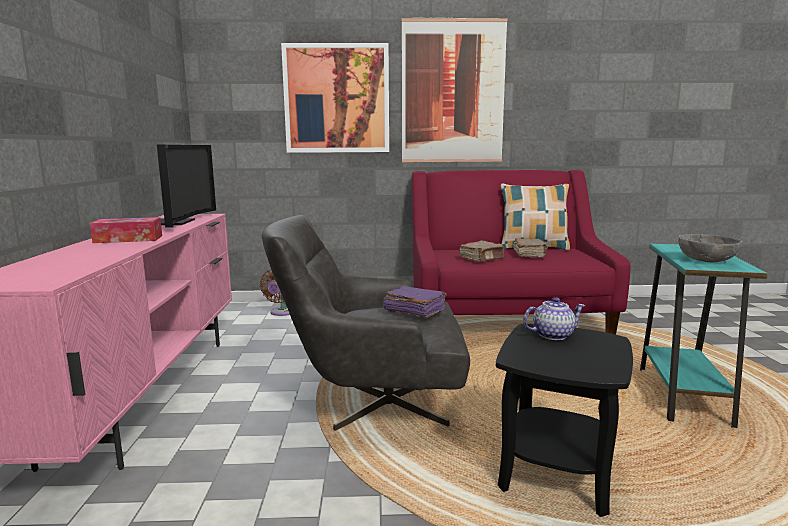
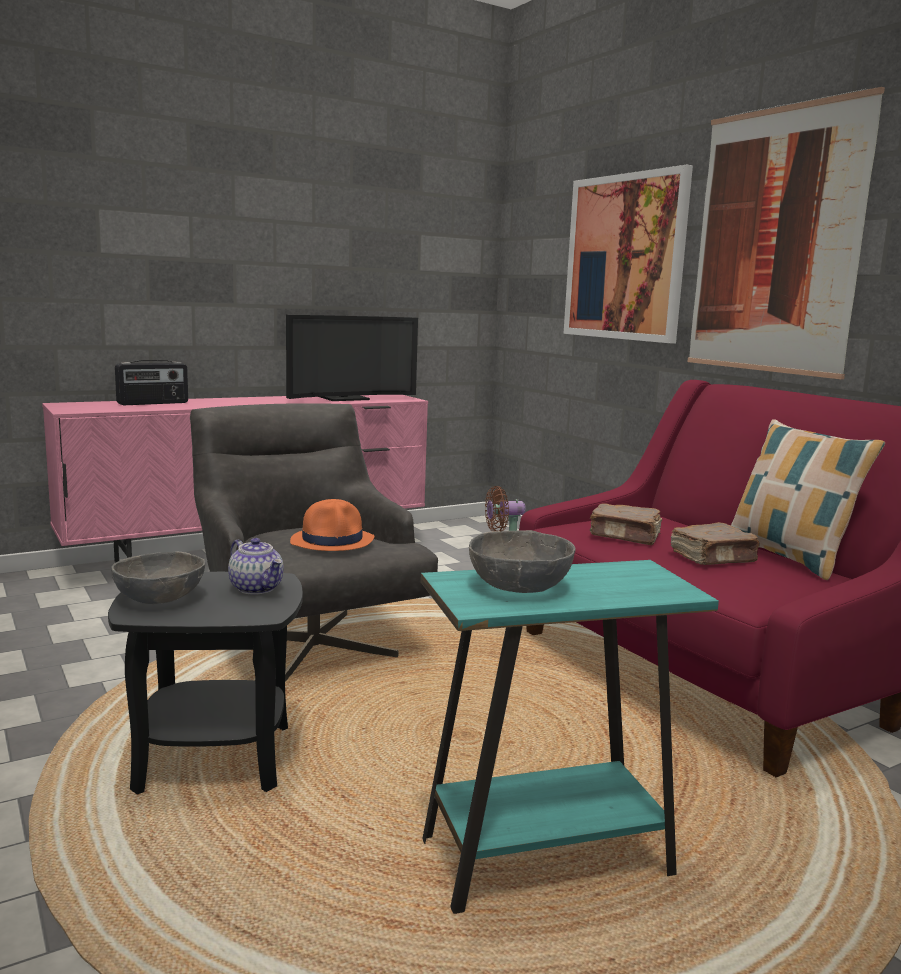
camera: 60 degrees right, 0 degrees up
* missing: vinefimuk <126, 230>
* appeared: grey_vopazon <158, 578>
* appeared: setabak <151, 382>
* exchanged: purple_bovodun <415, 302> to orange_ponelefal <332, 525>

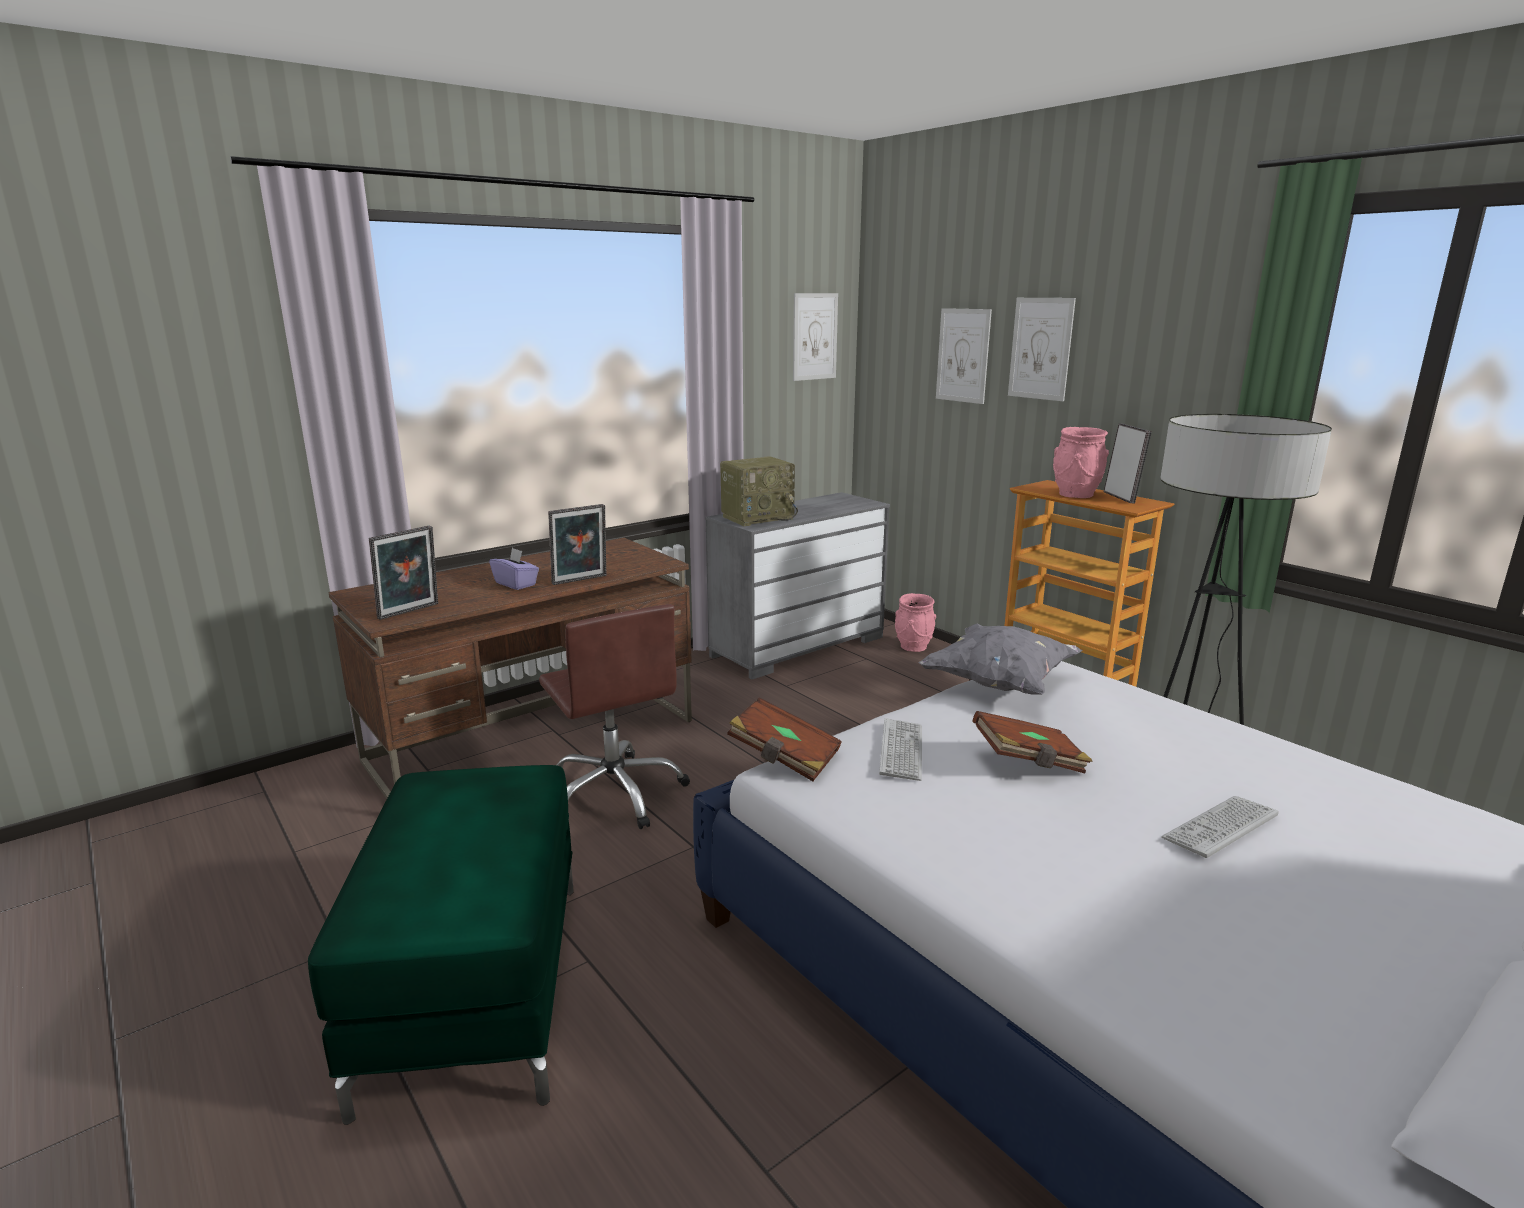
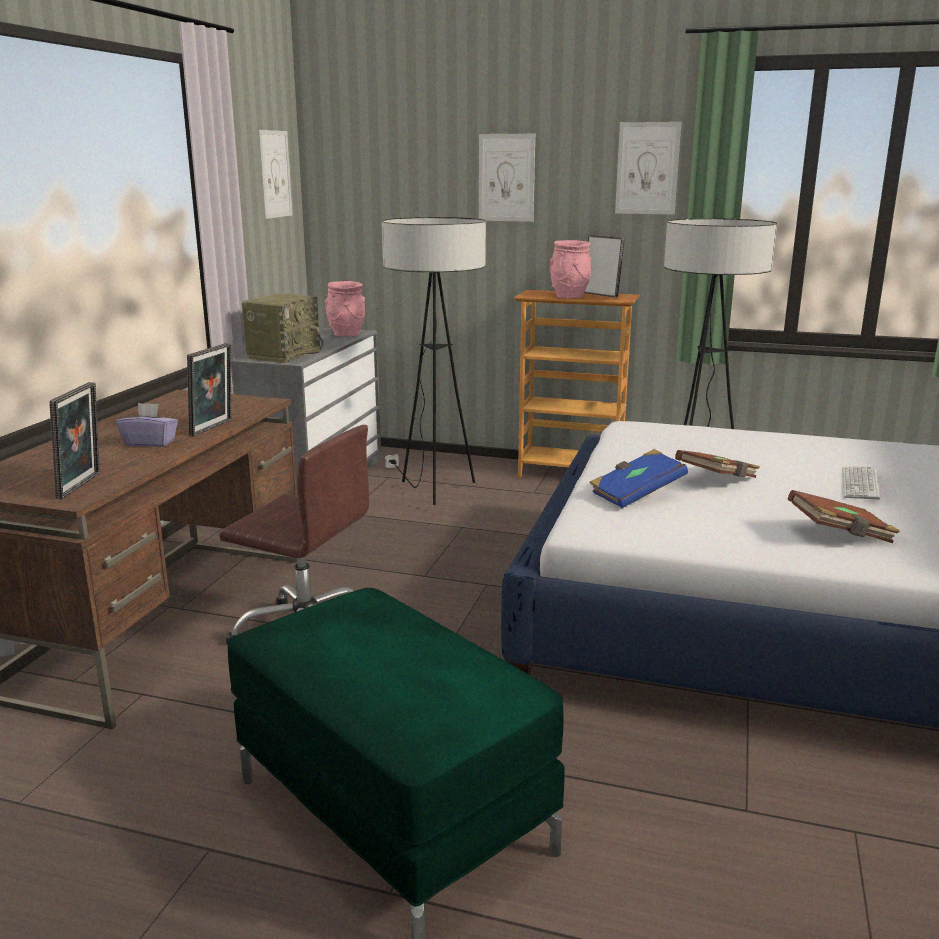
camera: 35 degrees left, 0 degrees up
* missing: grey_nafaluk <1000, 659>
* appeared: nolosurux <434, 361>
* relocated: brown_bovodun <784, 739> to <844, 516>
* relocated: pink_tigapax <915, 622> to <345, 309>
* relocated: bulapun <964, 356> to <648, 168>
* exchanged: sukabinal <900, 749> to blue_bovodun <638, 478>

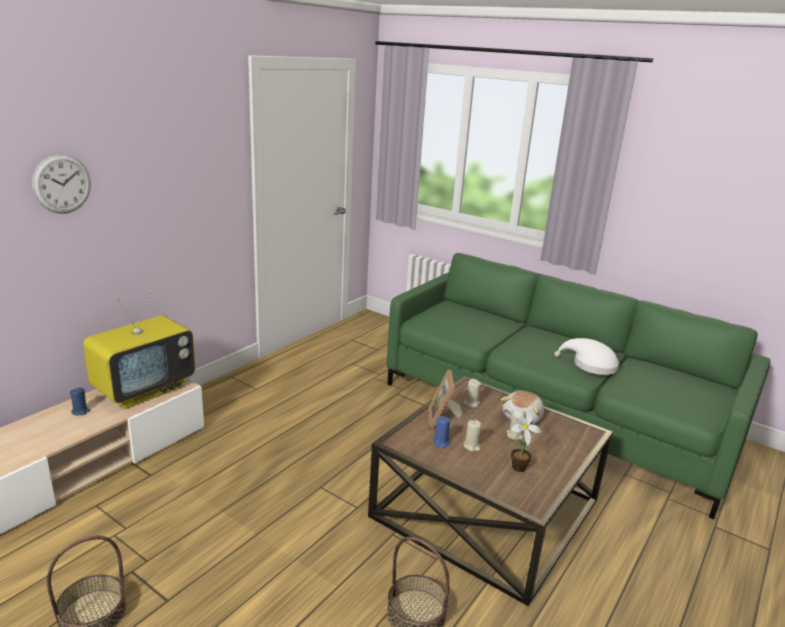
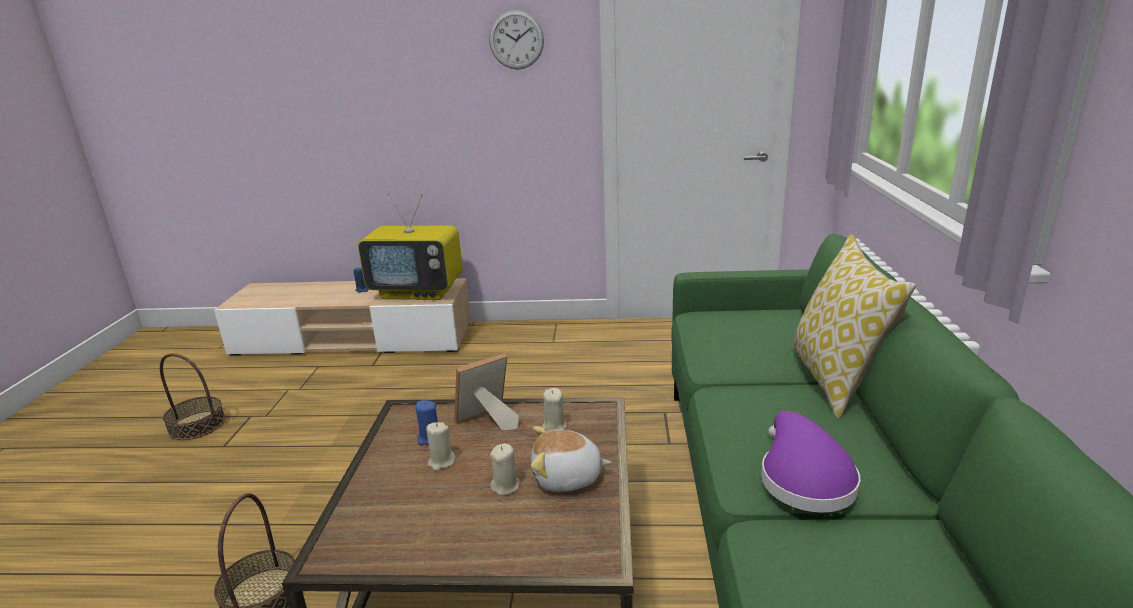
camera: 60 degrees right, 0 degrees up
* missing: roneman <526, 441>
* appeared: nafaluk <854, 326>
* relocated: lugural <61, 184> to <516, 40>
* colour: white_ponelefal <586, 356> to purple_ponelefal <810, 462>

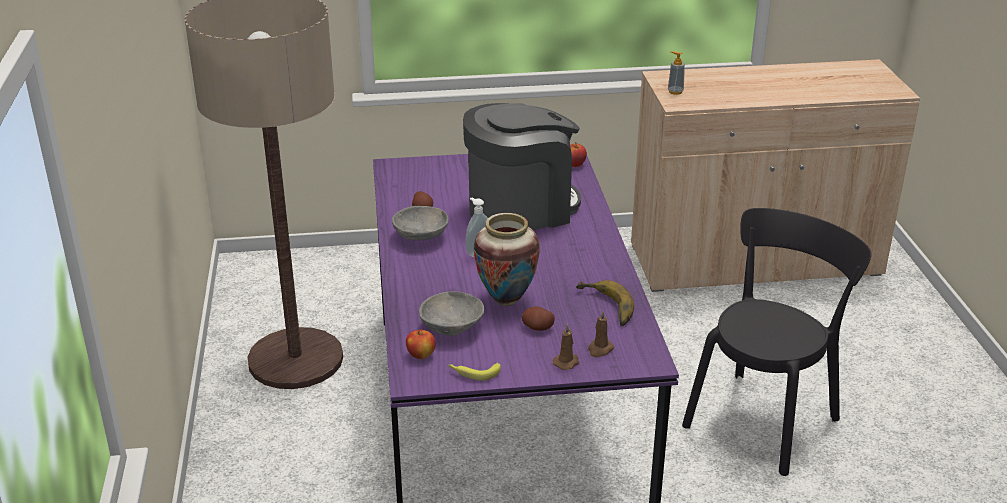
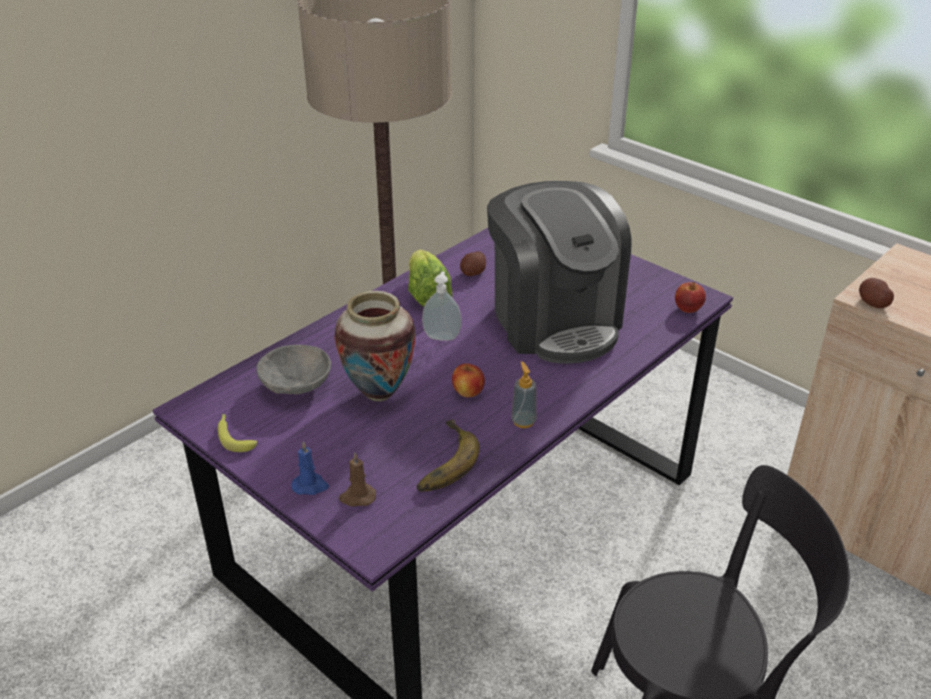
camera: 50 degrees right, 5 degrees up
* relocated: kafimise <421, 344> to <468, 380>
* relocated: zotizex <538, 318> to <876, 293>
* relocated: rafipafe <676, 73> to <524, 395>
* exchanged: grey_vopazon <420, 223> to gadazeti <430, 278>
* colour: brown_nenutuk <566, 347> to blue_nenutuk <310, 468>
* spun: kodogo <522, 166> = <559, 272> 45 degrees clockwise

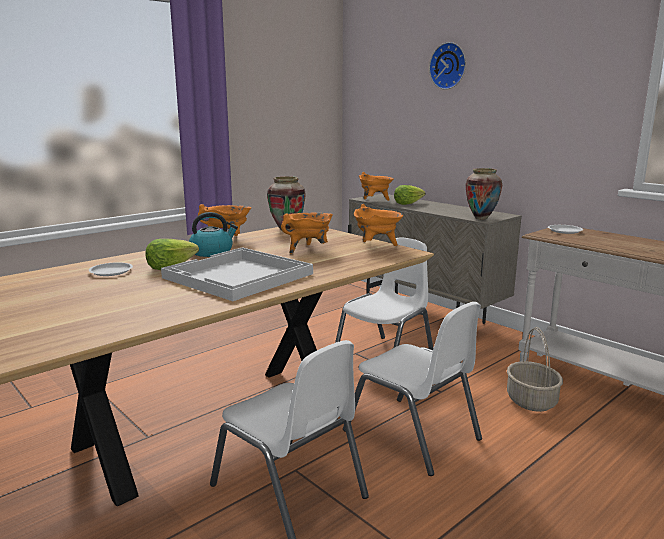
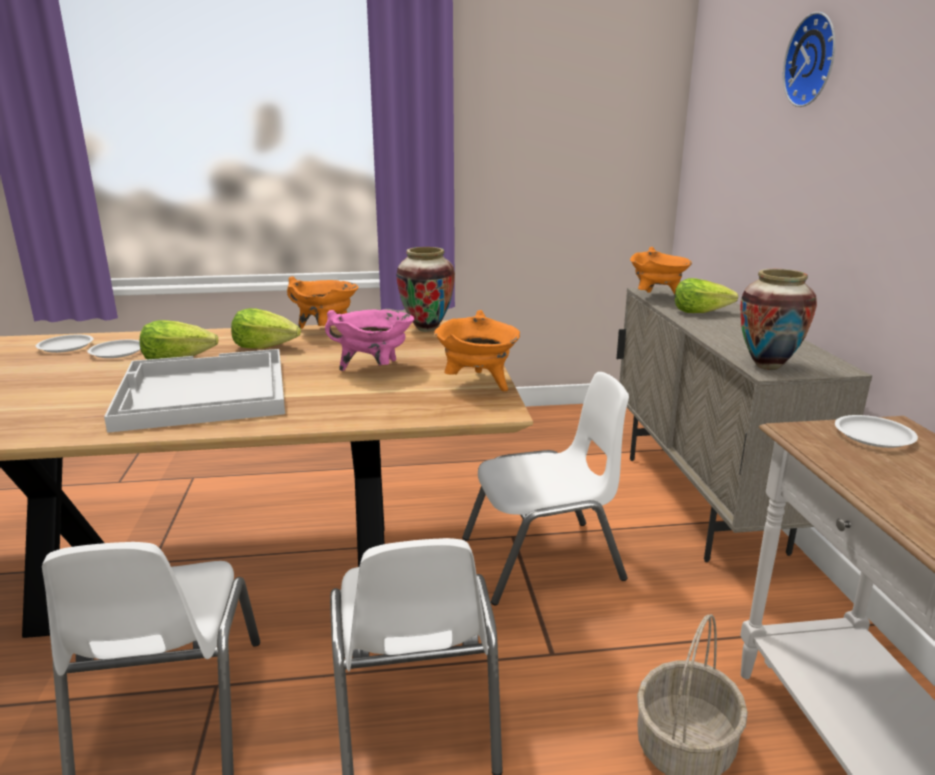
camera: 35 degrees right, 5 degrees up
* appeared: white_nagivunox <64, 344>
* exchanged: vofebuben <213, 234> to gadazeti <266, 328>
* colour: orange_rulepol <307, 233> to pink_rulepol <369, 340>

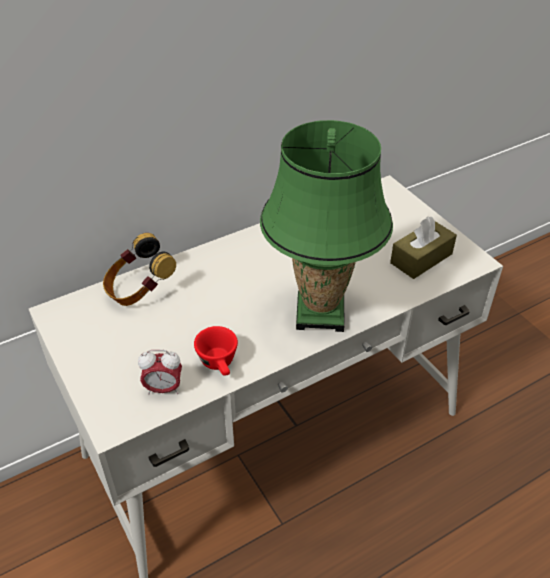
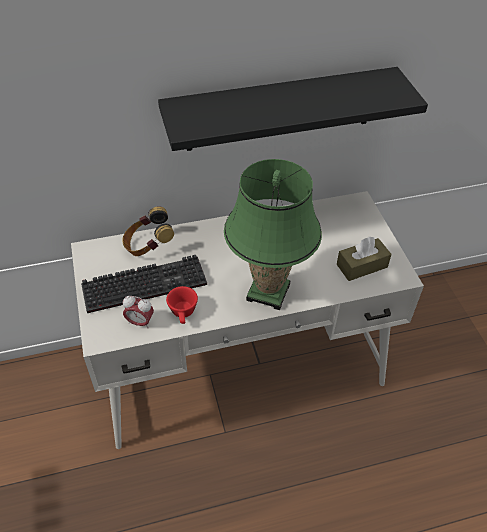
camera: 15 degrees right, 5 degrees up
* appeared: sukabinal <144, 284>
* appeared: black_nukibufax <293, 109>

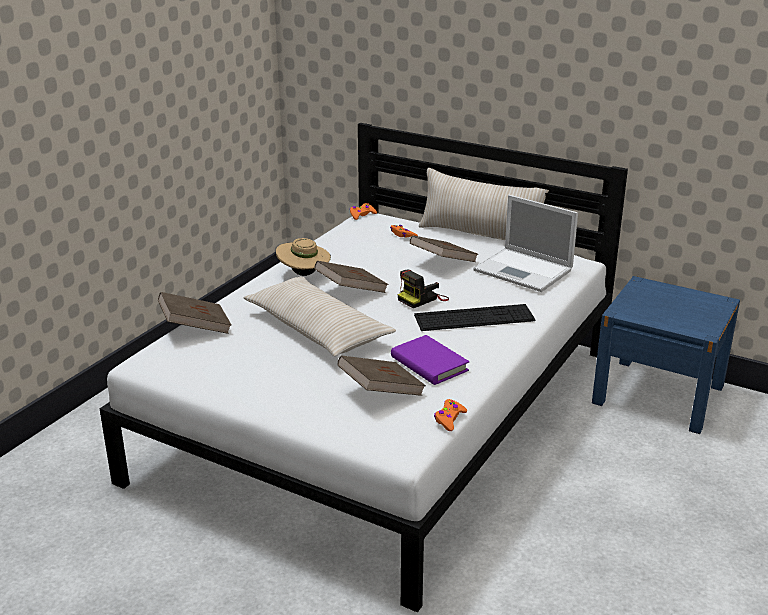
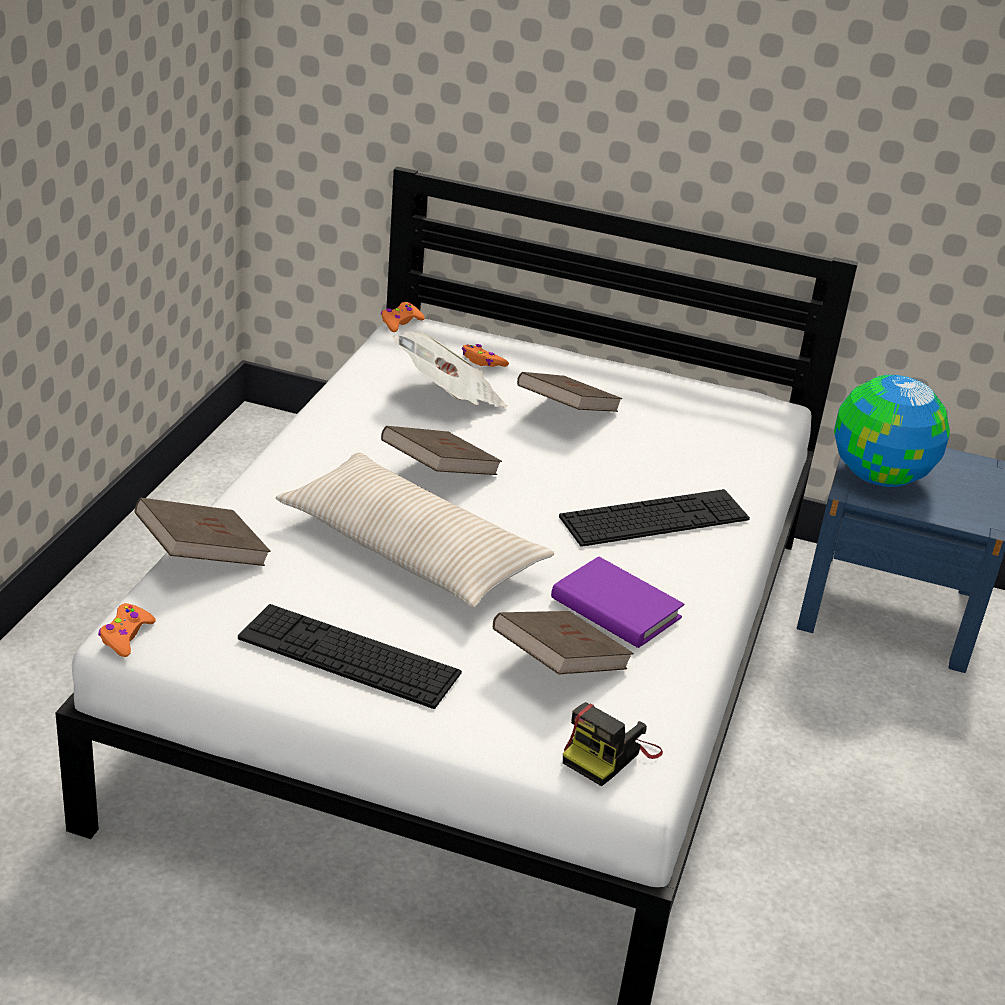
camera: 15 degrees left, 5 degrees up
* missing: beige_ponelefal <303, 257>
* missing: beige_nafaluk <484, 203>
* missing: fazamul <525, 243>
* appeared: sukabinal <350, 656>
* appeared: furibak <450, 369>
* appeared: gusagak <892, 431>
* relocated: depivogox <423, 288> to <613, 744>
* relocated: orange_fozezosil <450, 415> to <127, 630>

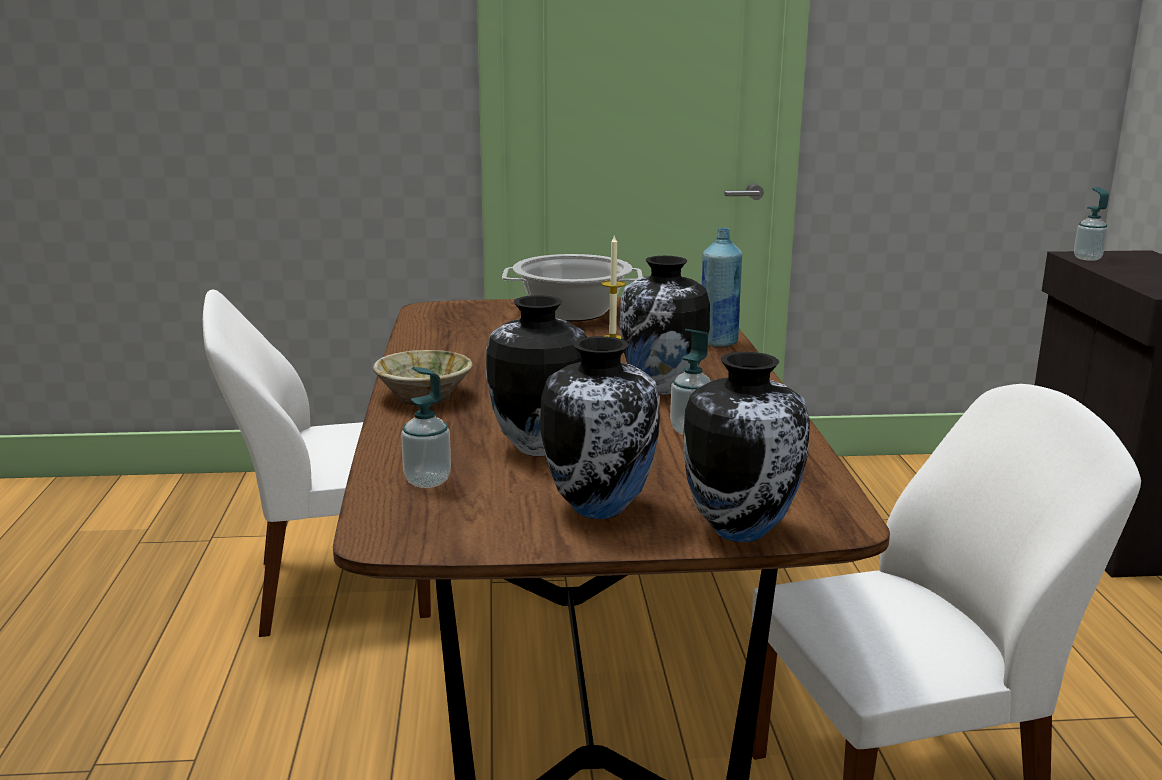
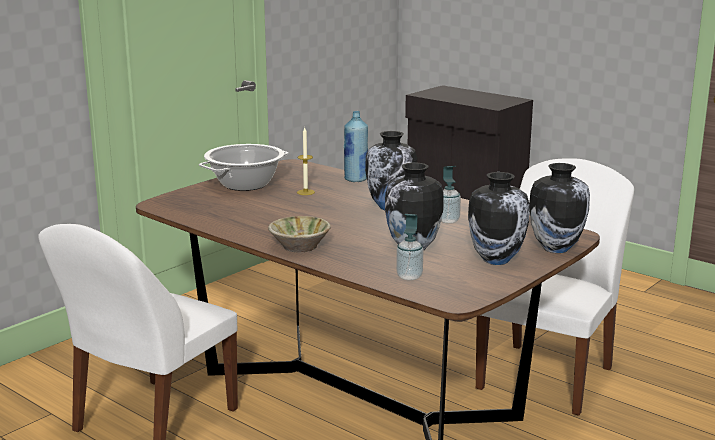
camera: 45 degrees left, 0 degrees up
* missing: rafipafe <1091, 224>

